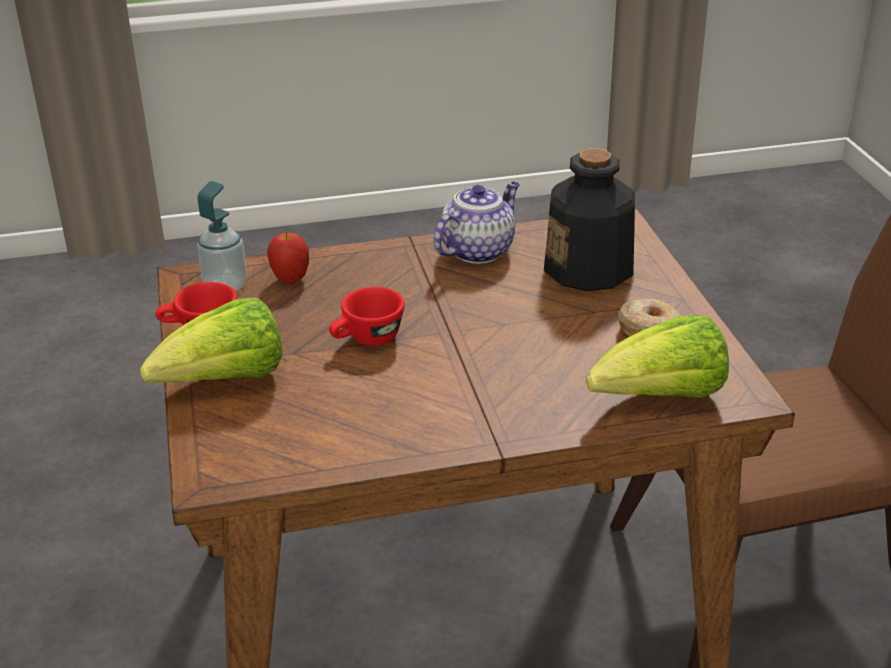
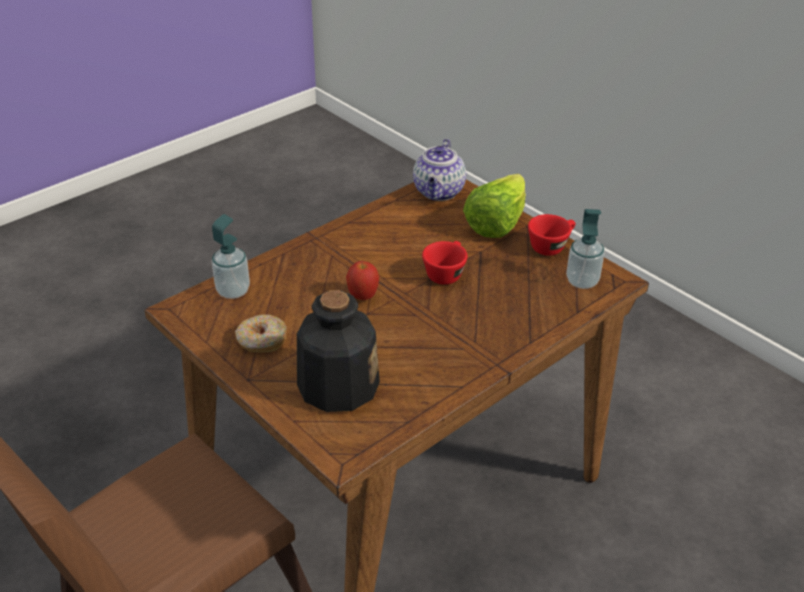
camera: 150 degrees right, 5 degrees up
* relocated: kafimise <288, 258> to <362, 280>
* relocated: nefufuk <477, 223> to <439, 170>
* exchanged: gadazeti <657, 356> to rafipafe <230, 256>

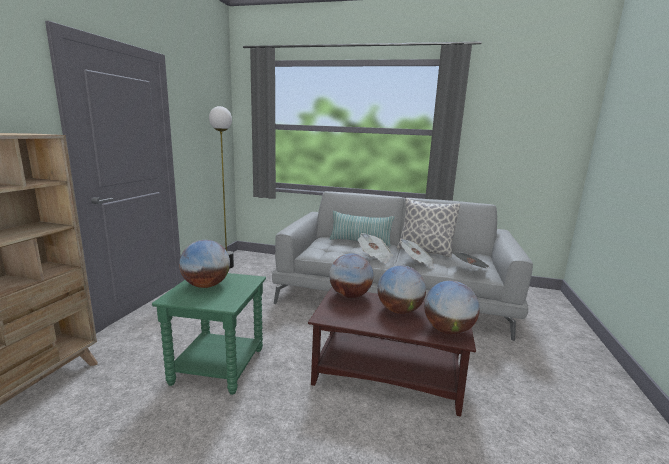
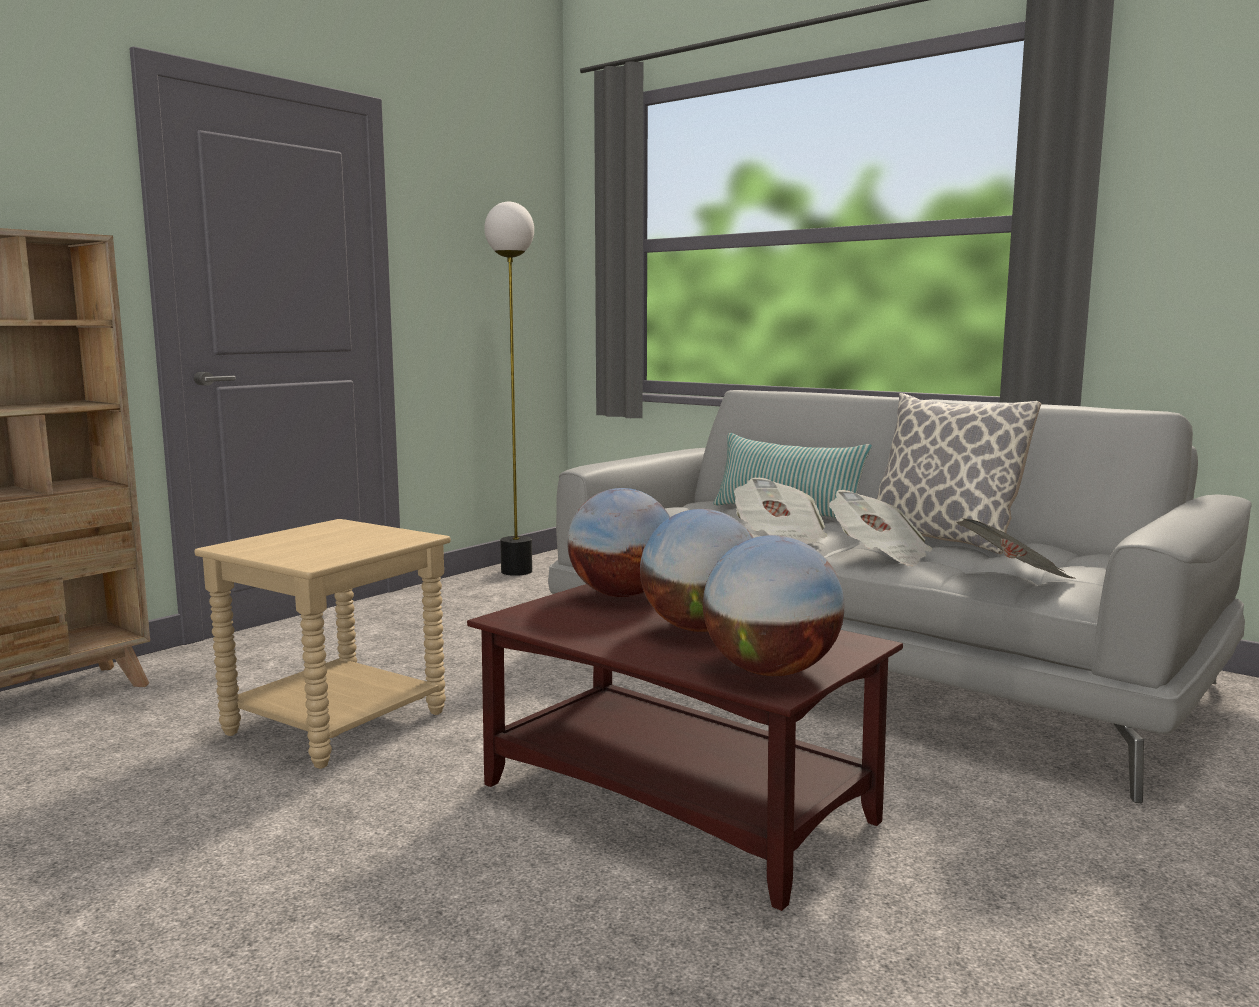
camera: 25 degrees right, 5 degrees down
* missing: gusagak <204, 264>
* colour: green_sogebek <209, 334> to beige_sogebek <322, 644>

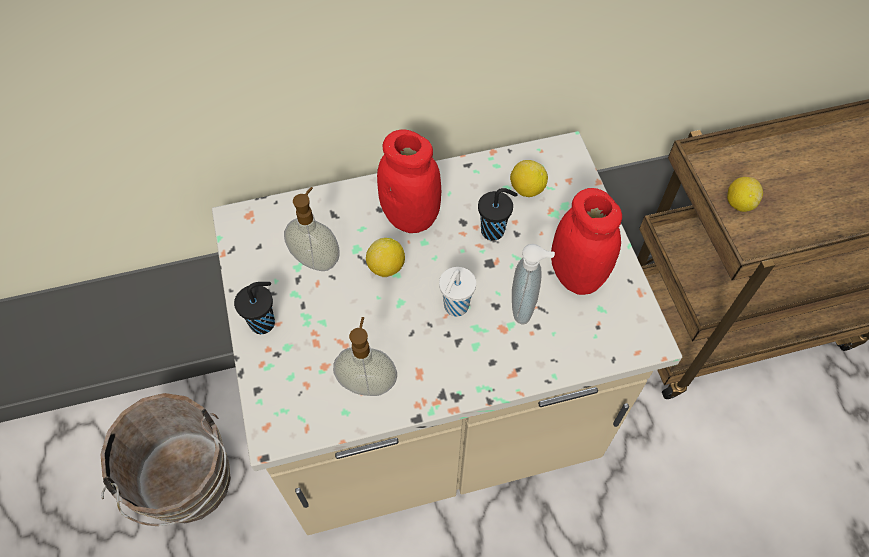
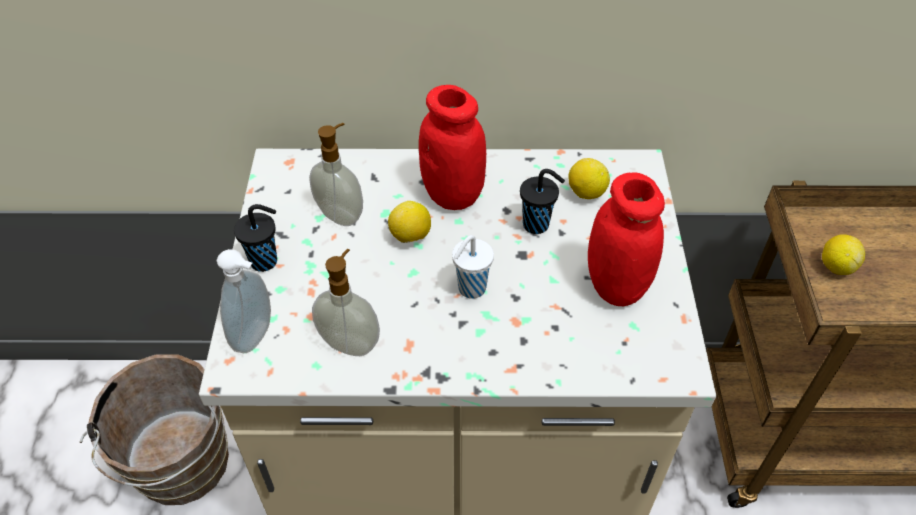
camera: 15 degrees right, 10 degrees down
* relocated: rafipafe <533, 284> to <243, 301>

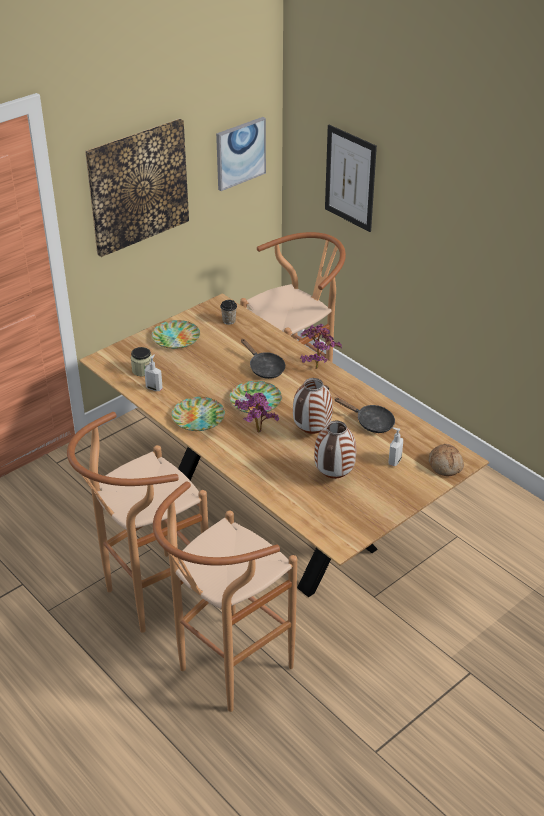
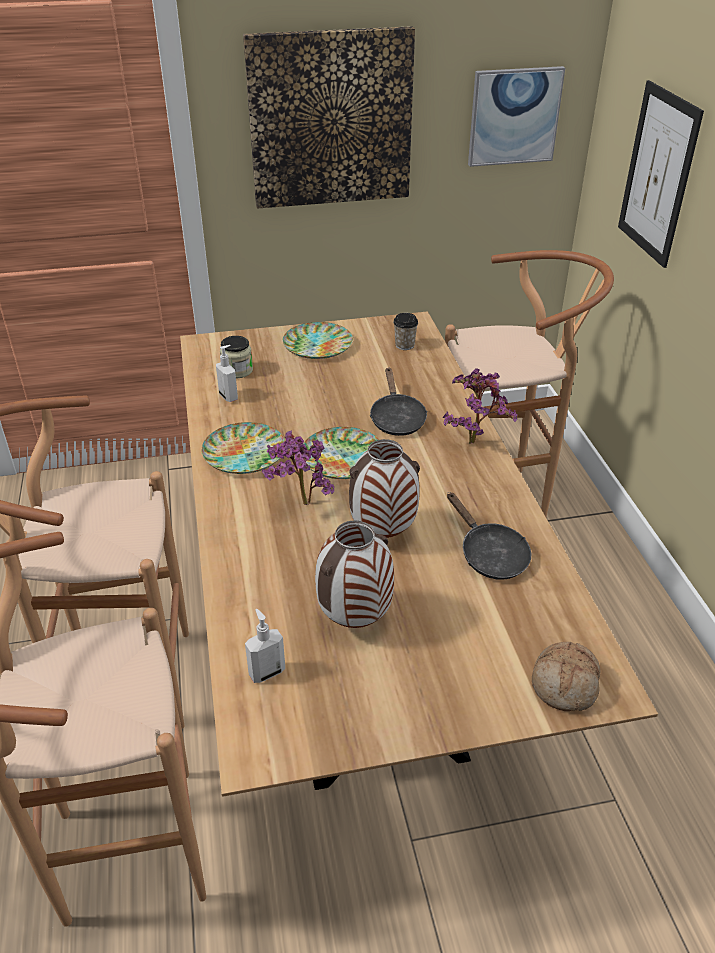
camera: 30 degrees right, 0 degrees up
* relocated: rafipafe <396, 446> to <265, 646>

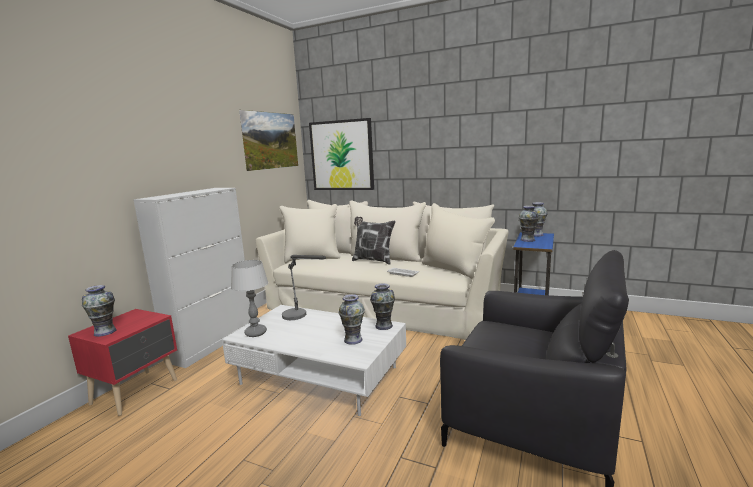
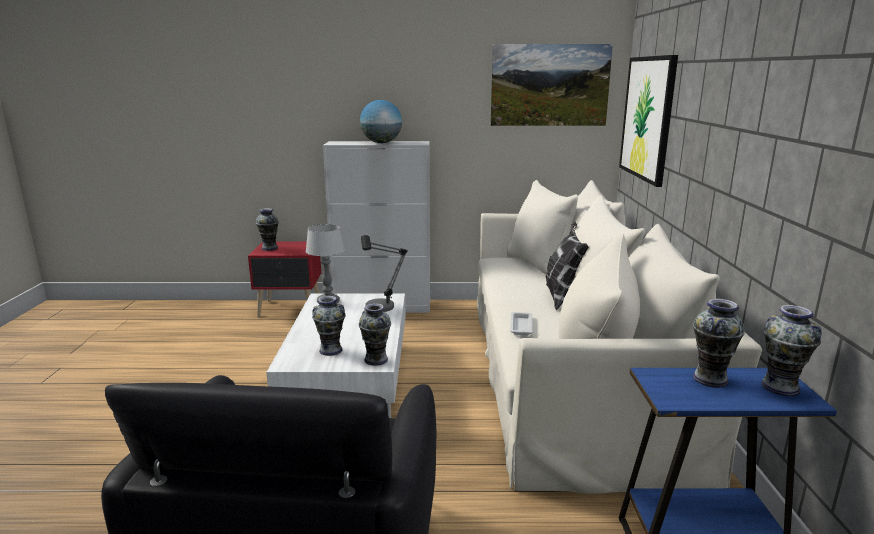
camera: 65 degrees right, 5 degrees up
* appeared: gusagak <381, 121>

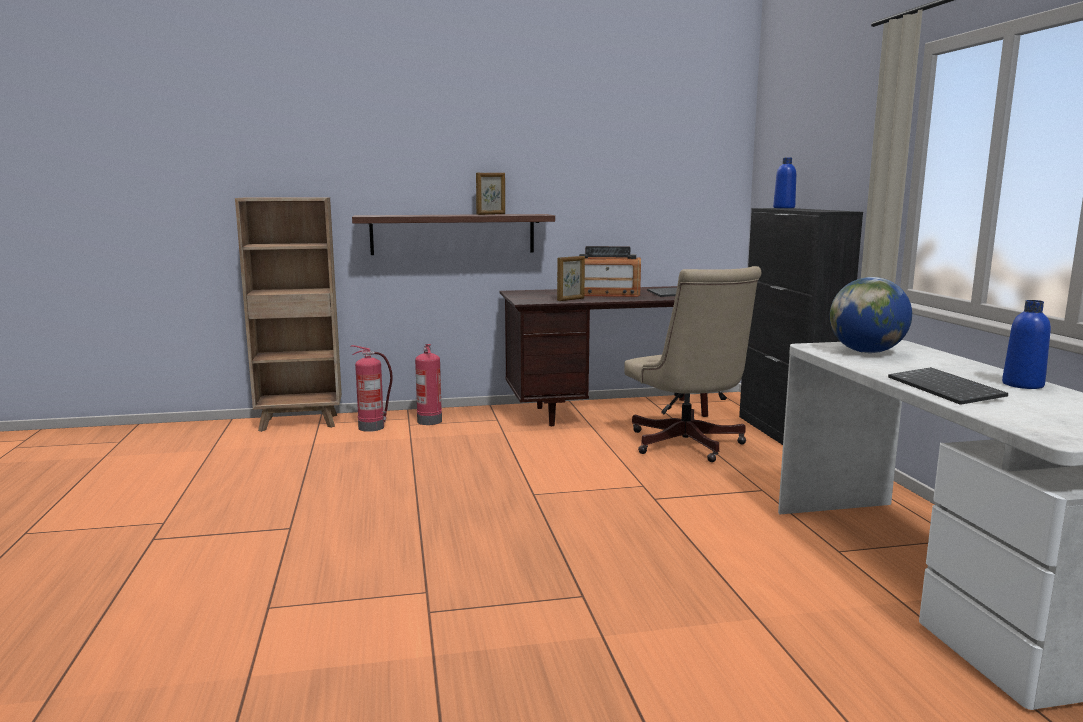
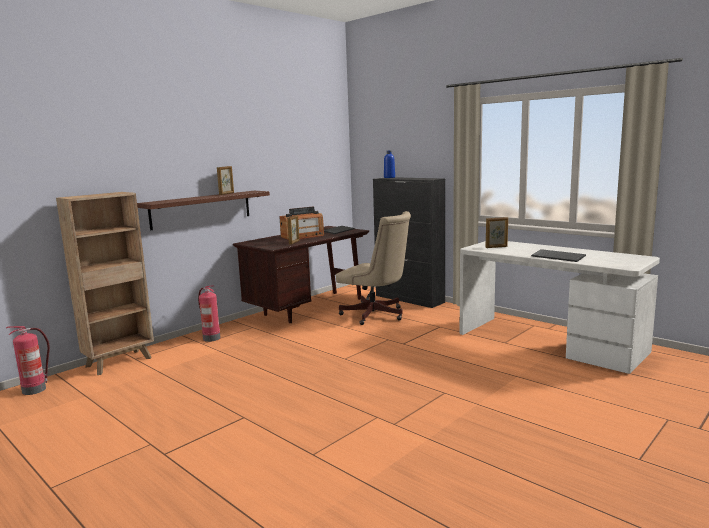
camera: 35 degrees left, 0 degrees up
* missing: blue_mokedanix <1026, 344>
* relocated: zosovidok <372, 388> to <28, 360>
* exchanged: gusagak <871, 315> to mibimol <497, 232>

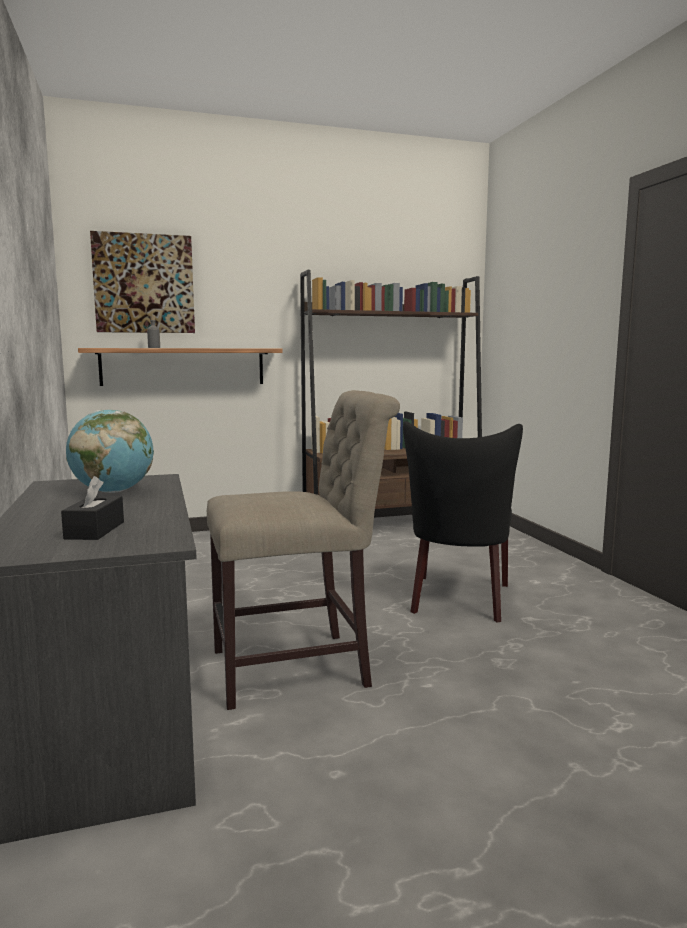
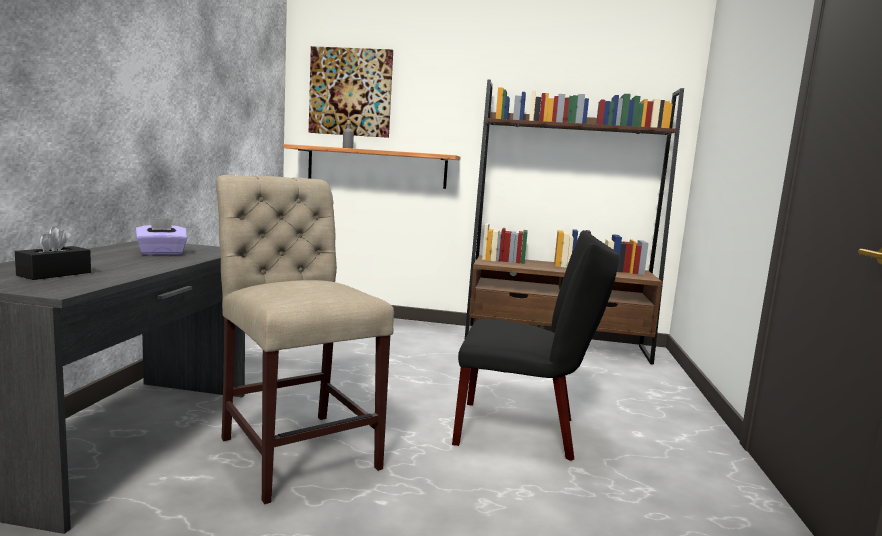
camera: 25 degrees right, 0 degrees up
* exchanged: gusagak <110, 451> to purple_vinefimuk <161, 236>
* spun: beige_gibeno <303, 550> = <305, 339> 135 degrees counterclockwise
* spun: black_gibeno <463, 522> = <535, 345> 120 degrees counterclockwise

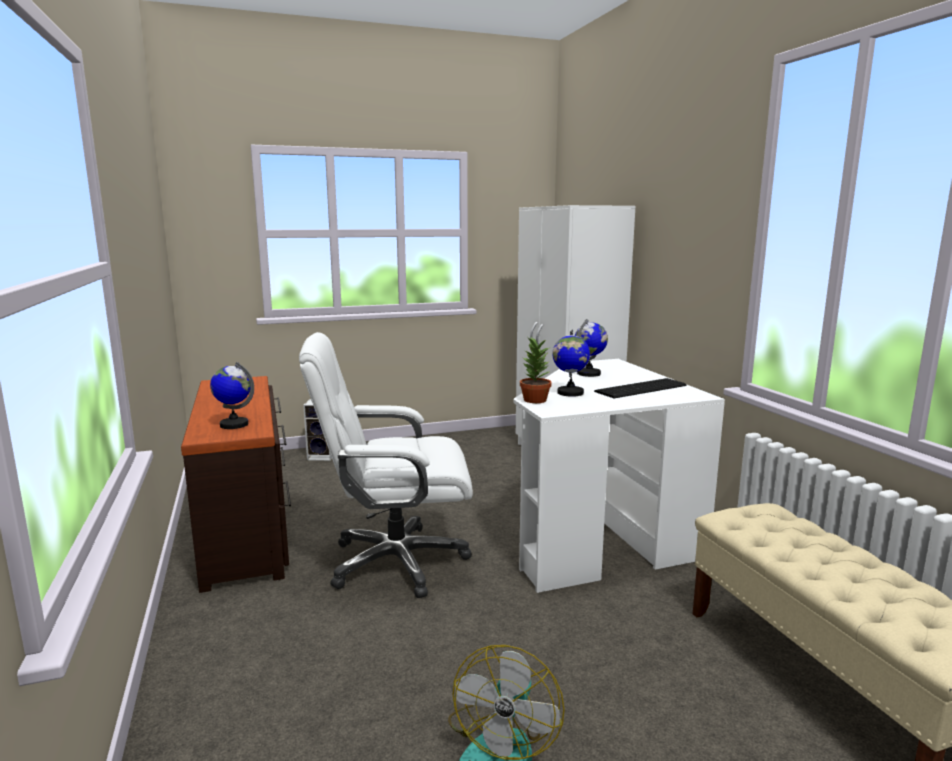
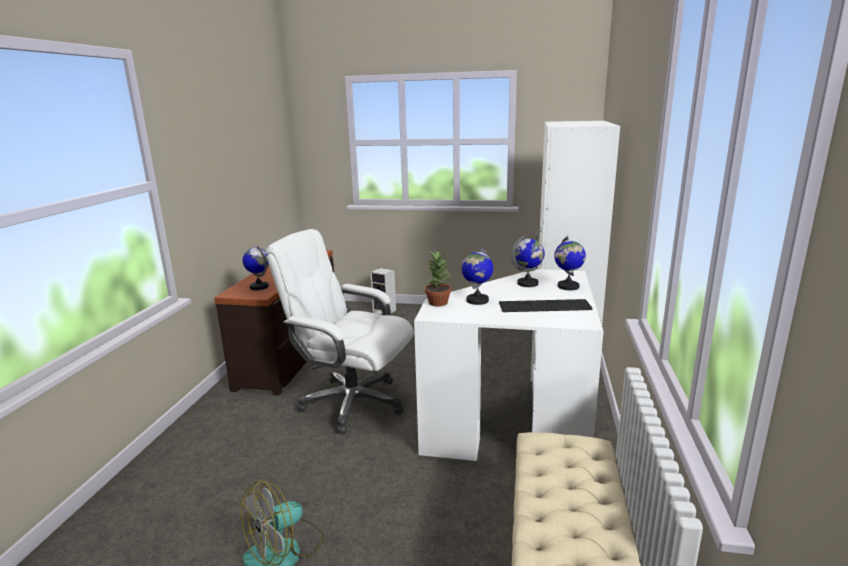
camera: 30 degrees right, 5 degrees up
* appeared: gusagak <570, 263>

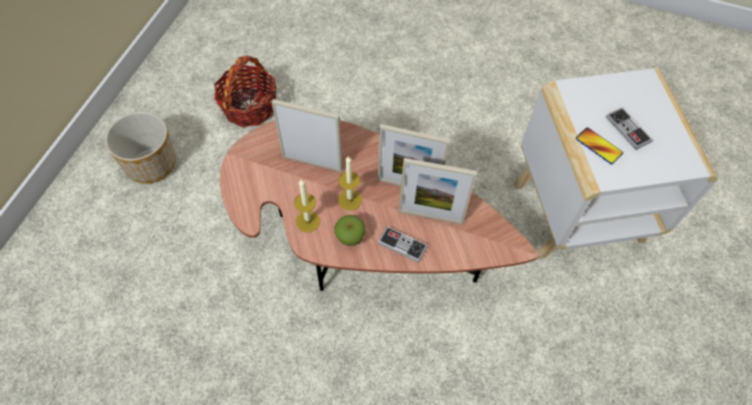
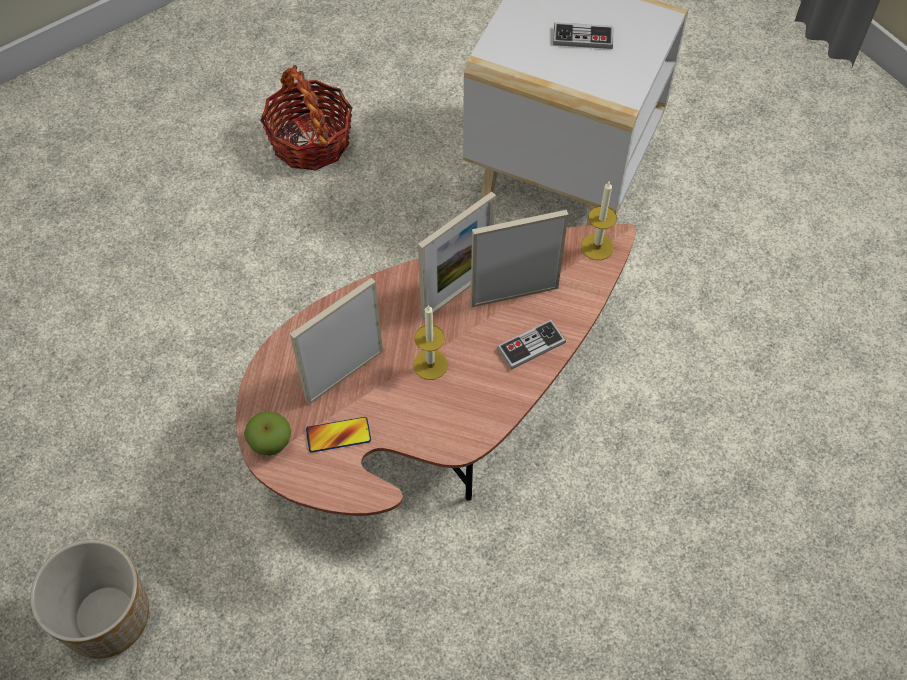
camera: 55 degrees left, 0 degrees up
* relocated: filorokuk <245, 91> to <306, 117>
* relocated: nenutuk <307, 205> to <599, 221>
* relocated: kafimise <350, 230> to <267, 433>
* relocated: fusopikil <599, 145> to <338, 435>
* spun: mibimol <438, 191> = <519, 258> 150 degrees counterclockwise

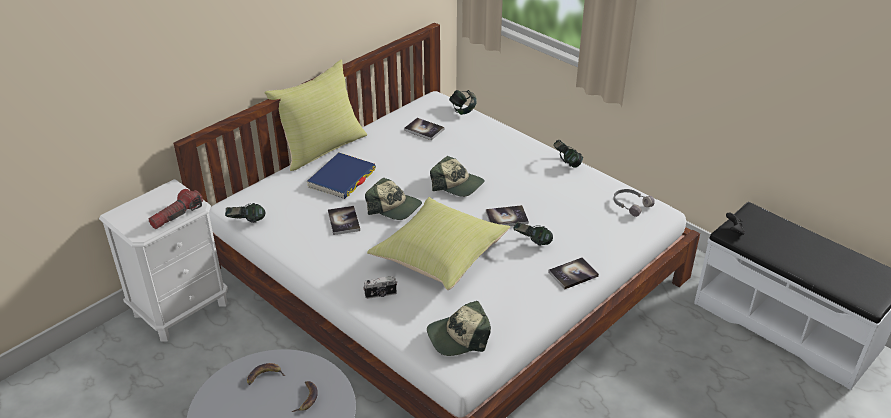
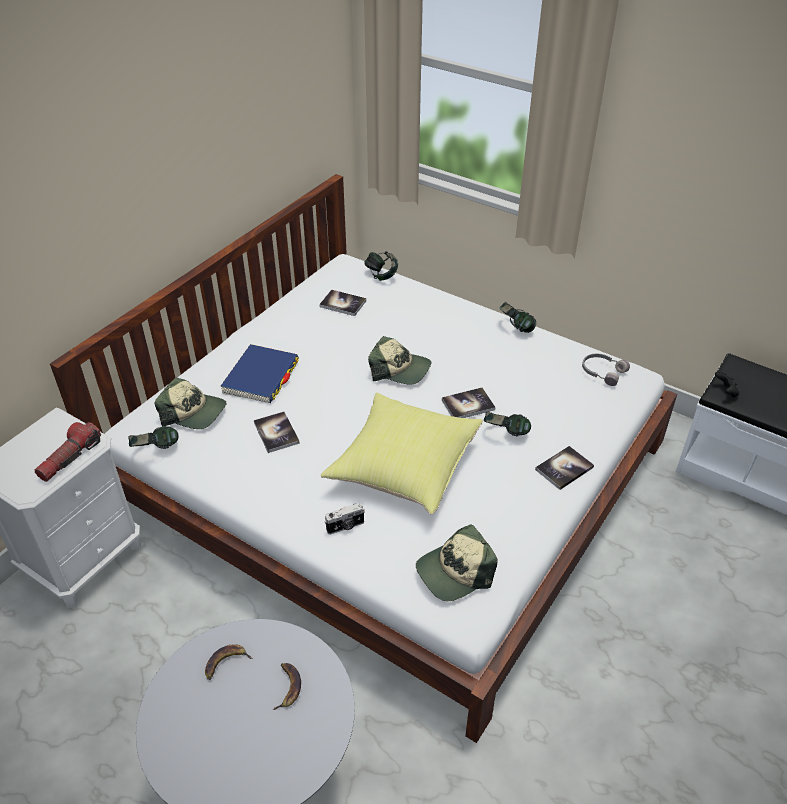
camera: 10 degrees left, 5 degrees up
* missing: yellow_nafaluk <315, 115>
* relocated: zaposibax <393, 199> to <191, 403>

